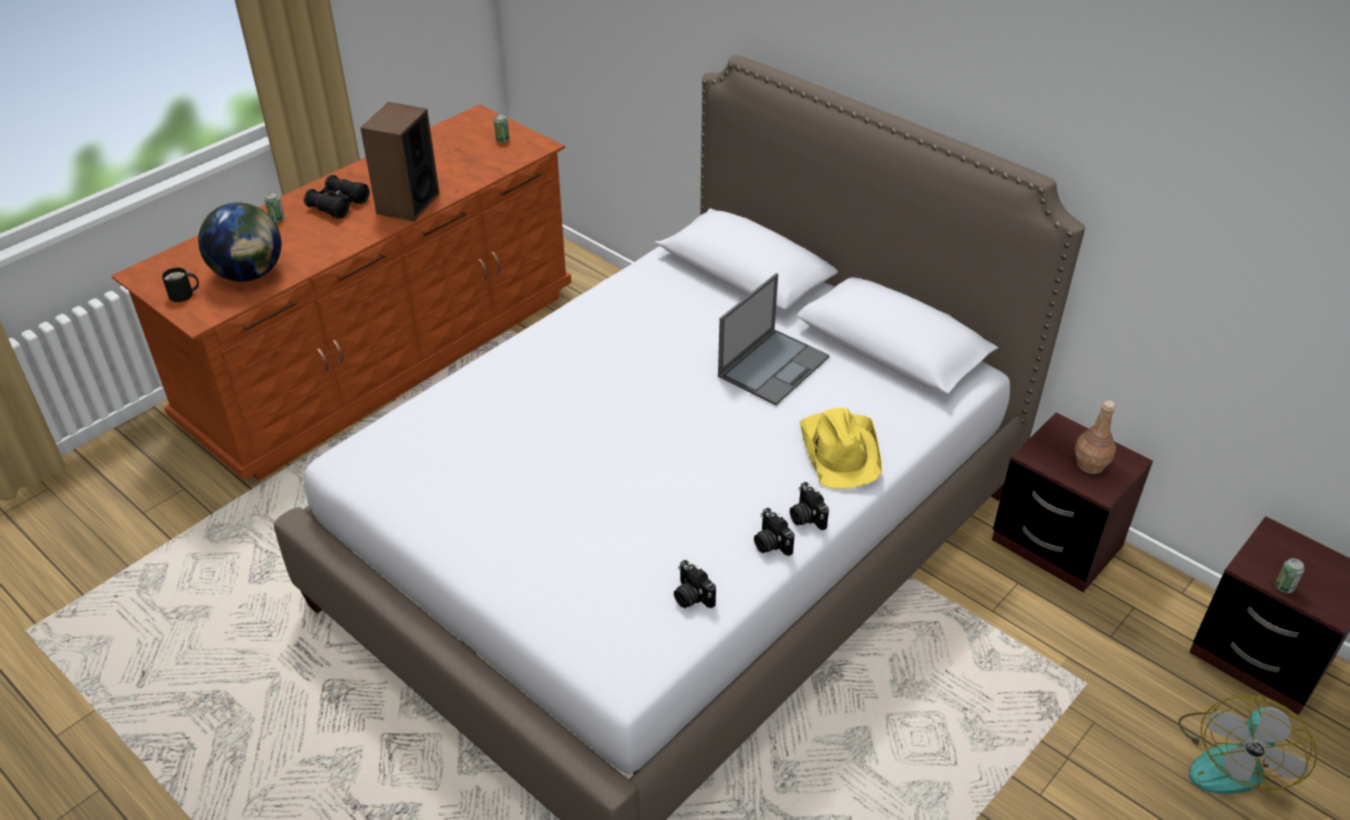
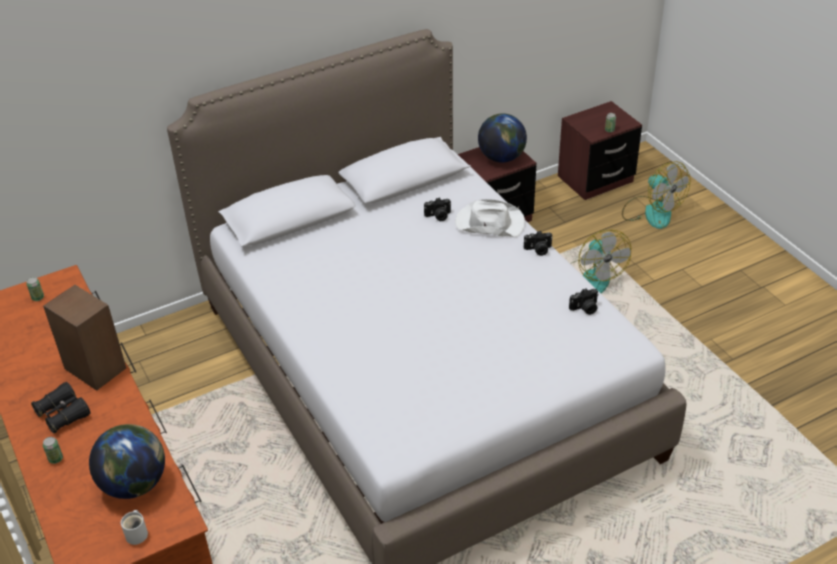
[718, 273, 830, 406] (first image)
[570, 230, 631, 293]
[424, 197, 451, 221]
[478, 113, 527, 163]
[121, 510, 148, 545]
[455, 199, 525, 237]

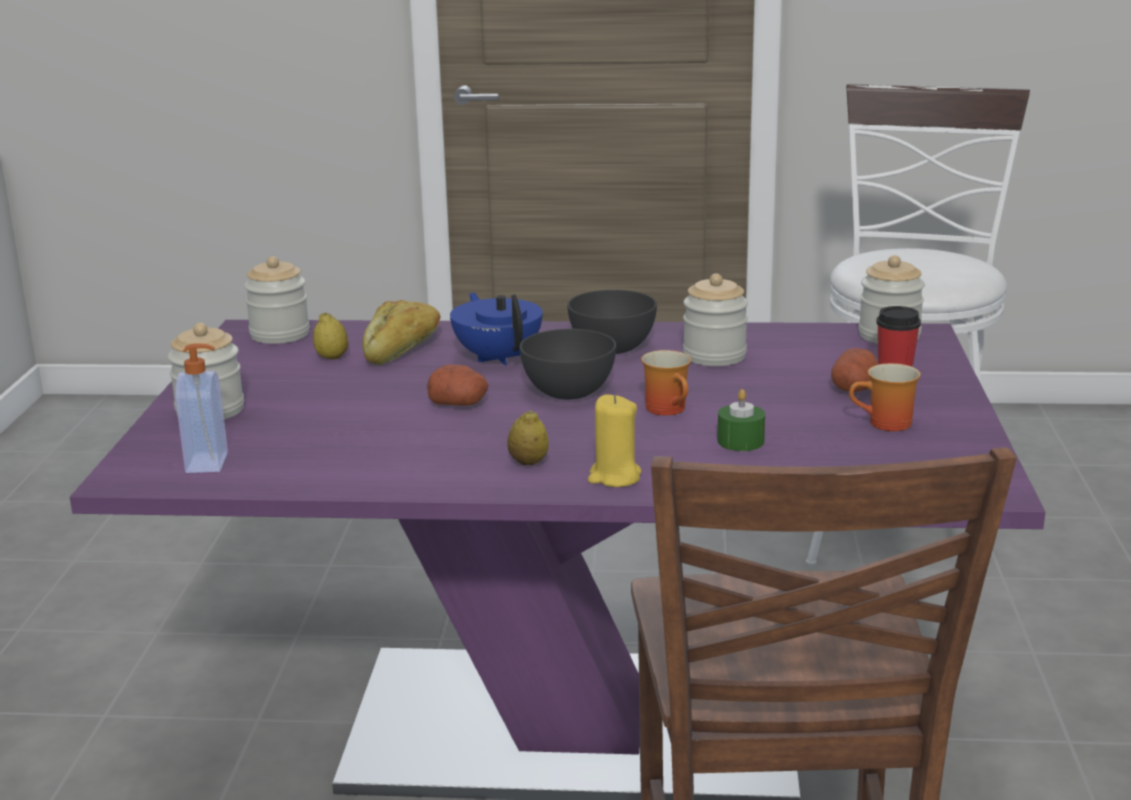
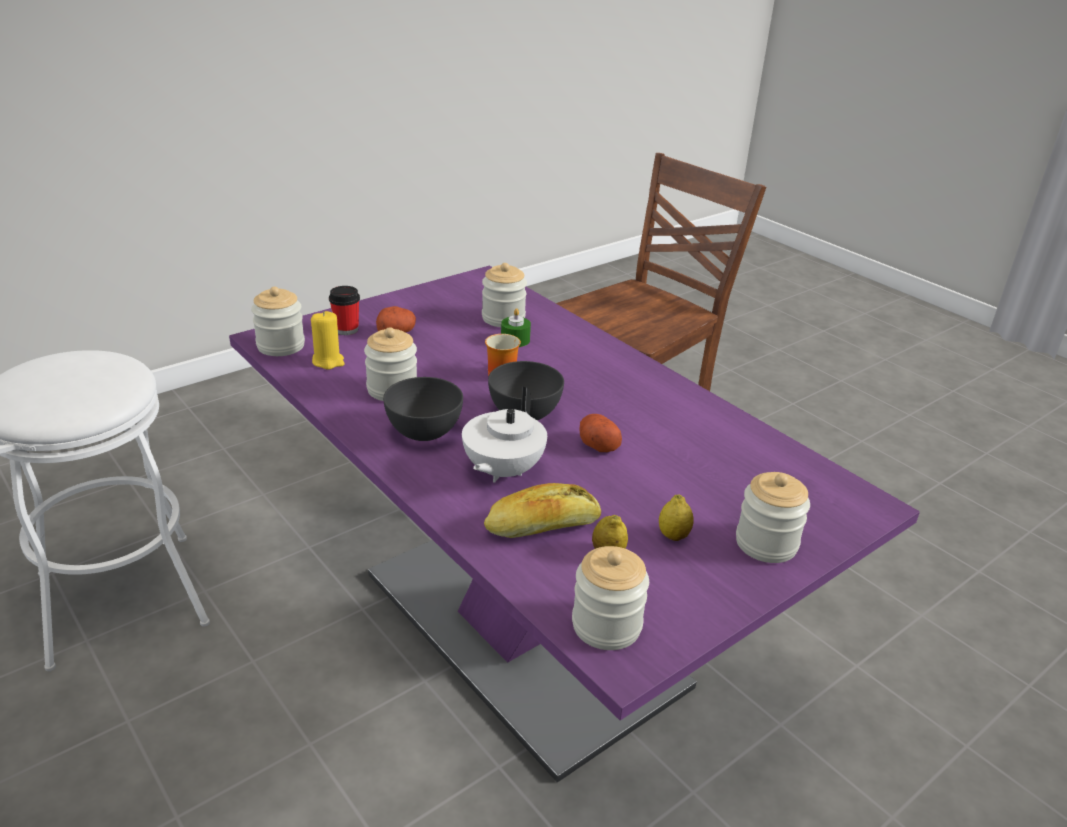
[175, 343, 228, 473] (first image)
[849, 363, 921, 431] (first image)
[482, 263, 527, 327]
[659, 494, 694, 541]
[311, 311, 345, 370]
[462, 387, 547, 483]

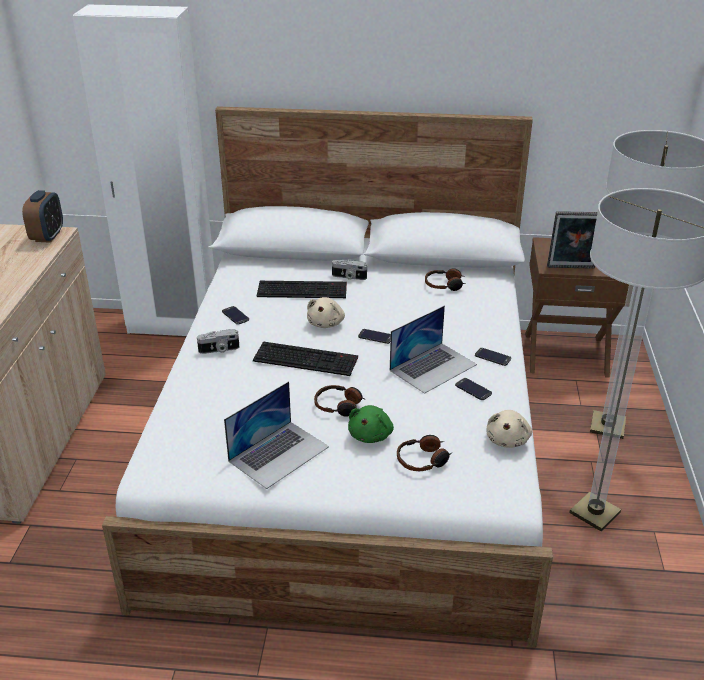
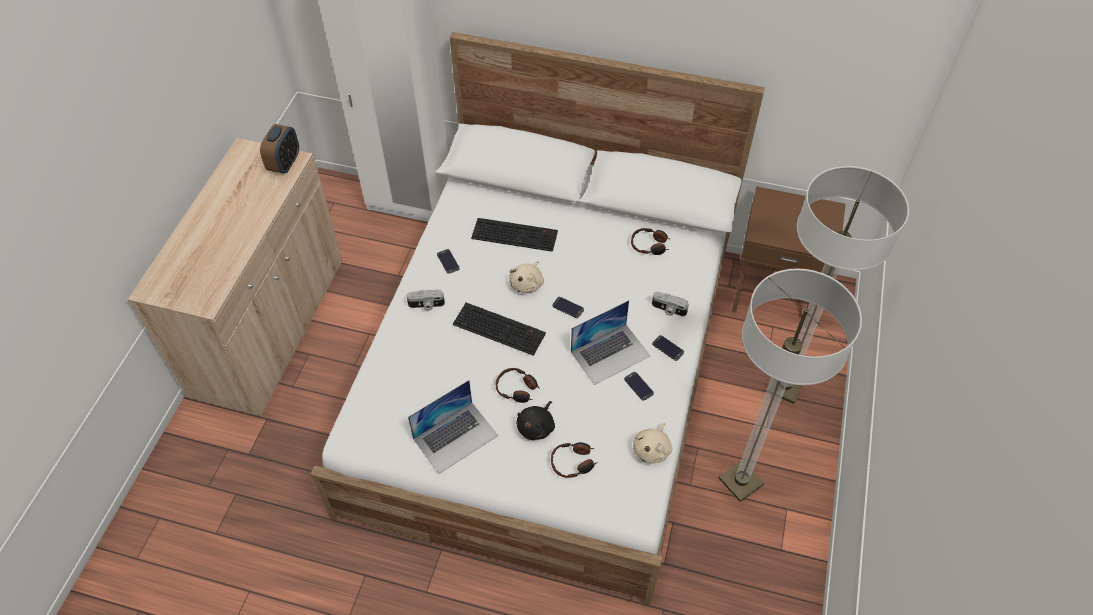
[547, 211, 598, 269] (first image)
[652, 292, 689, 316]
[516, 401, 555, 440]

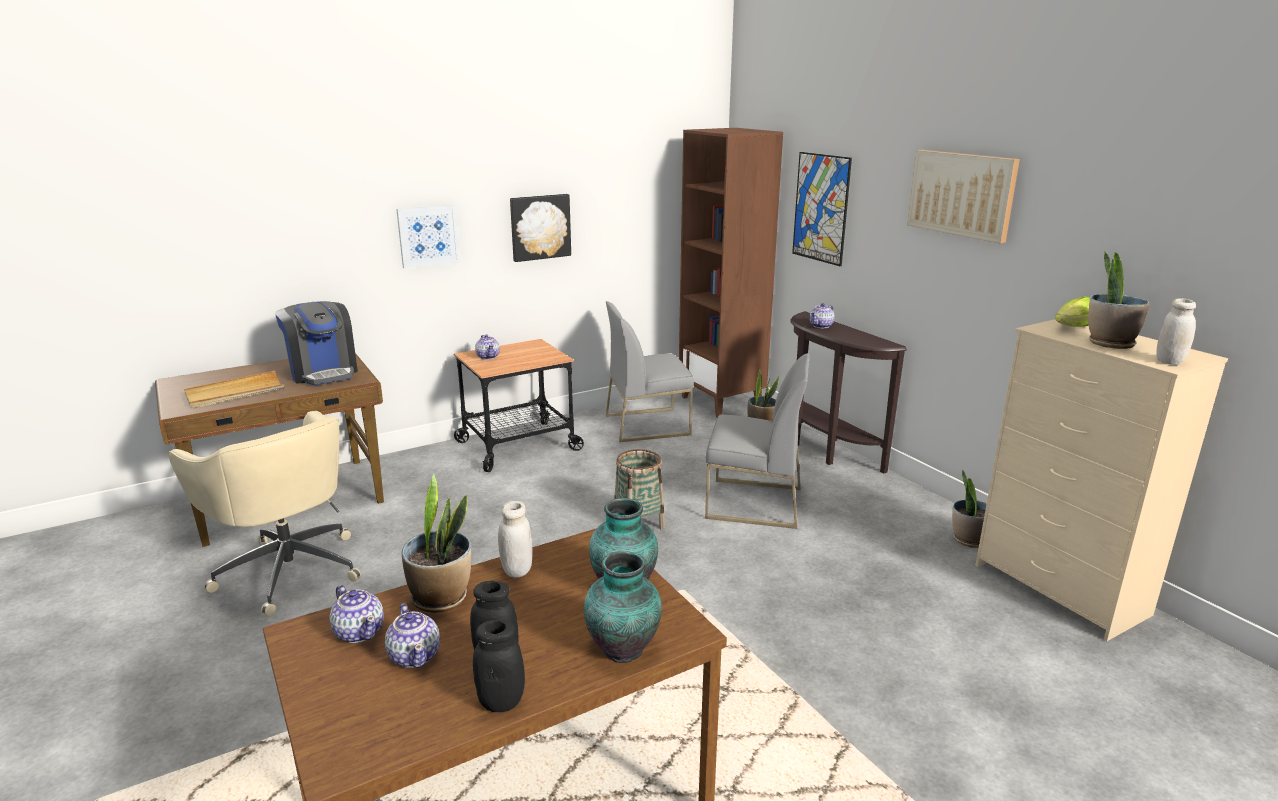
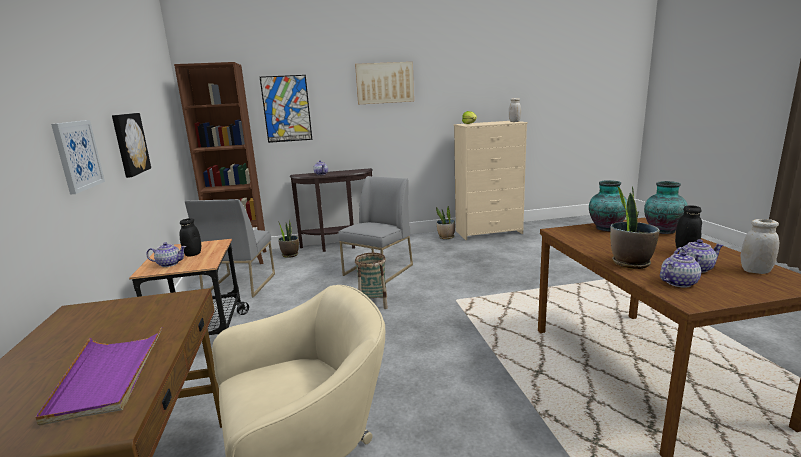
[275, 301, 358, 385] (first image)
[1088, 251, 1150, 349] (first image)
[179, 218, 201, 256]
[741, 219, 779, 274]
[35, 327, 162, 426]

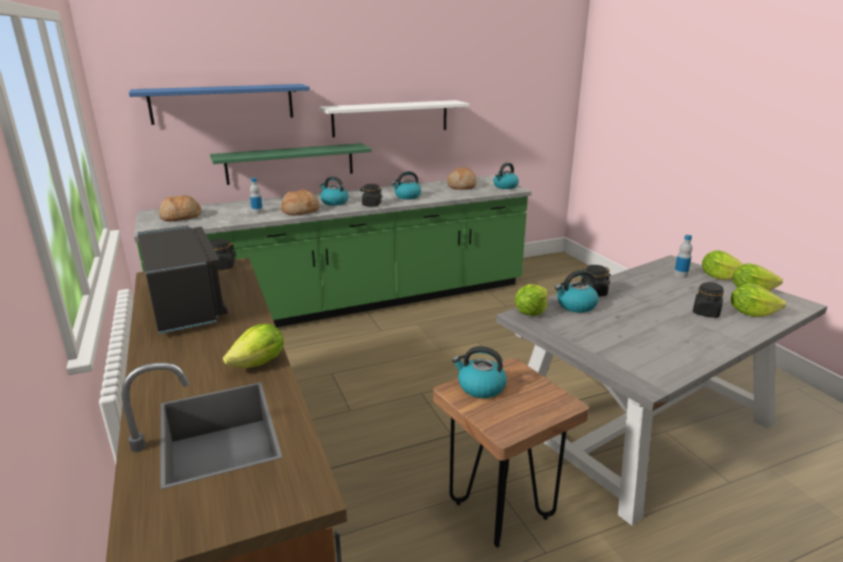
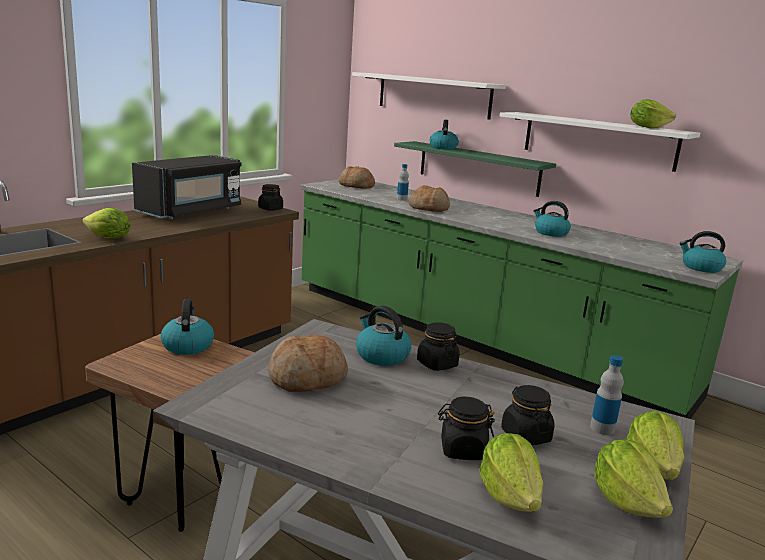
[429, 120, 459, 150]
[501, 385, 555, 445]
[268, 335, 348, 392]
[630, 99, 676, 129]
[352, 72, 506, 119]

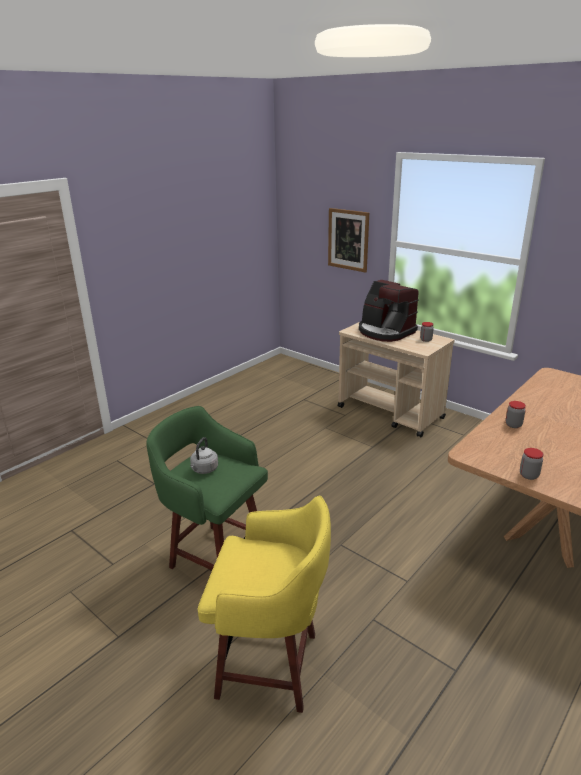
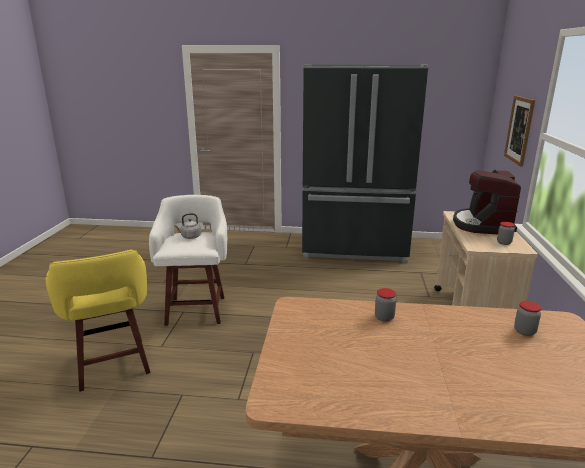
[302, 64, 429, 263]
[514, 301, 542, 336]
[149, 195, 227, 326]

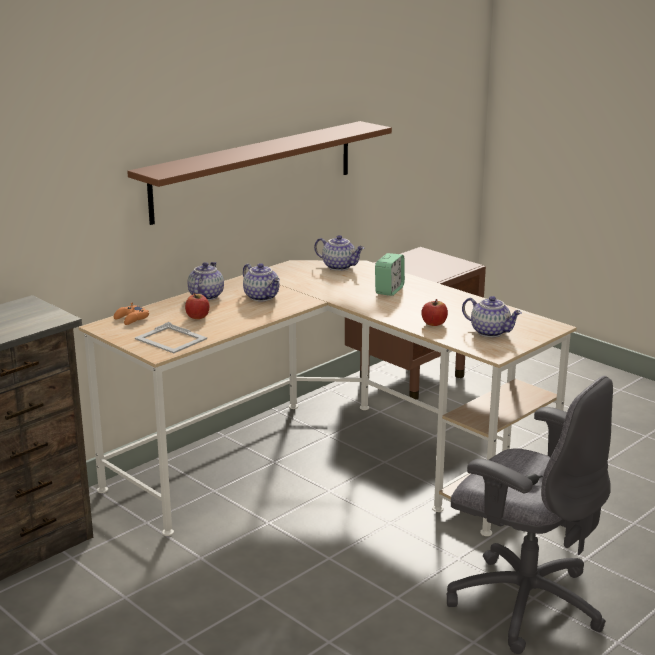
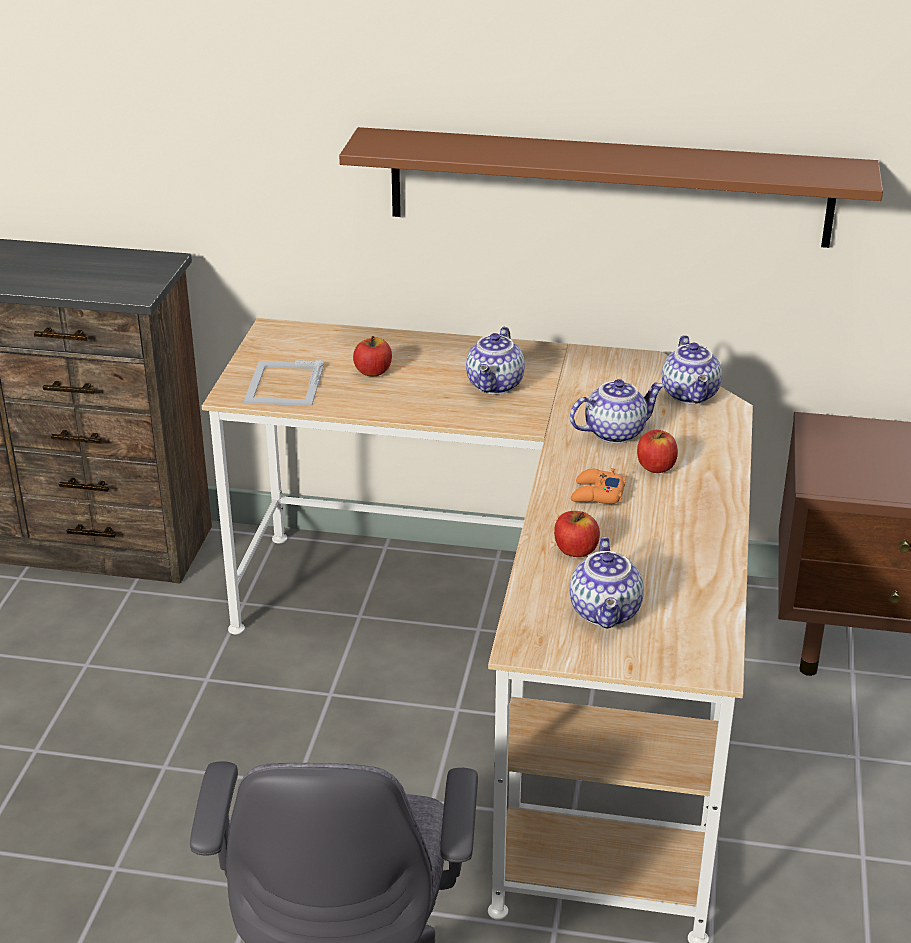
[571, 468, 625, 504]
[570, 379, 664, 444]
[637, 430, 678, 473]

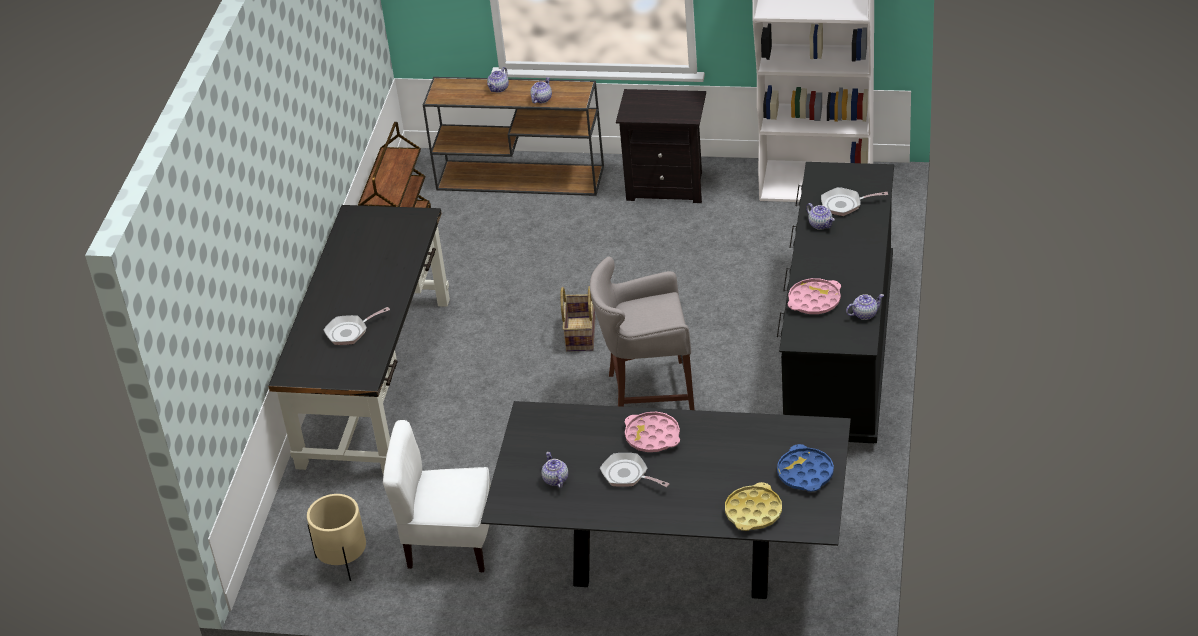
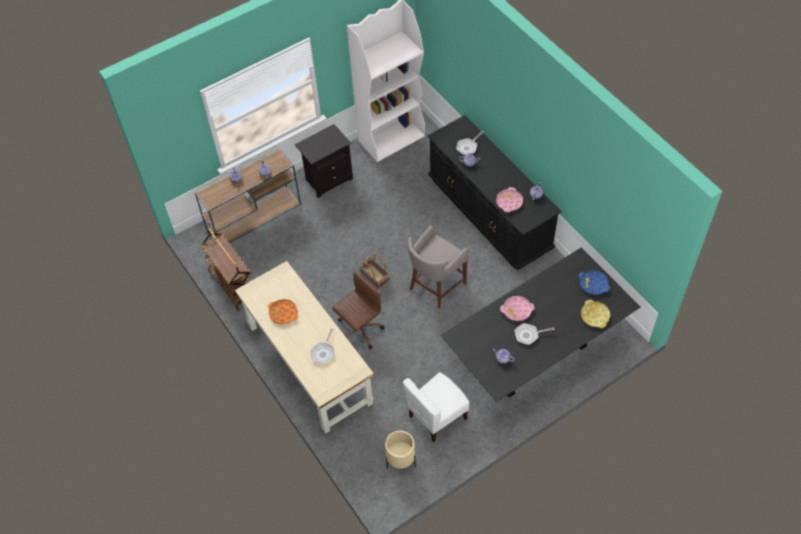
[268, 299, 298, 324]
[332, 271, 385, 349]
[235, 261, 374, 434]

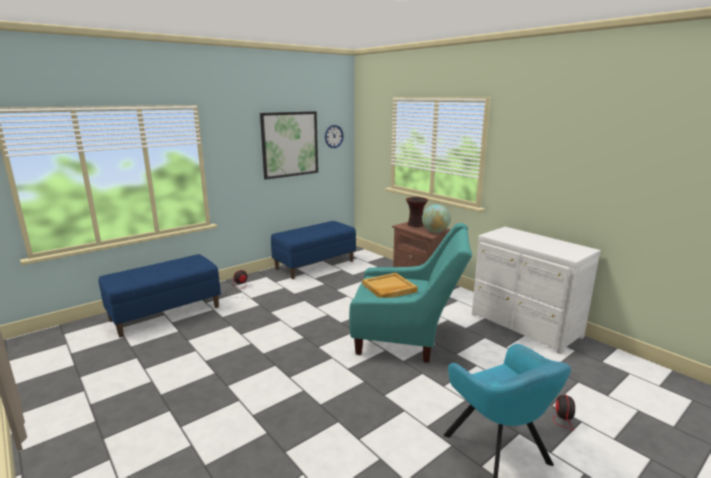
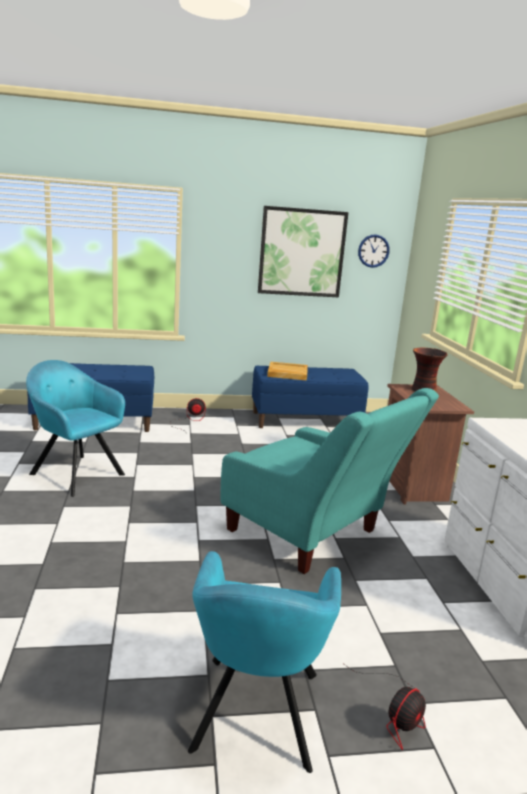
[422, 204, 451, 233] (first image)
[26, 360, 125, 497]
[267, 362, 308, 381]

